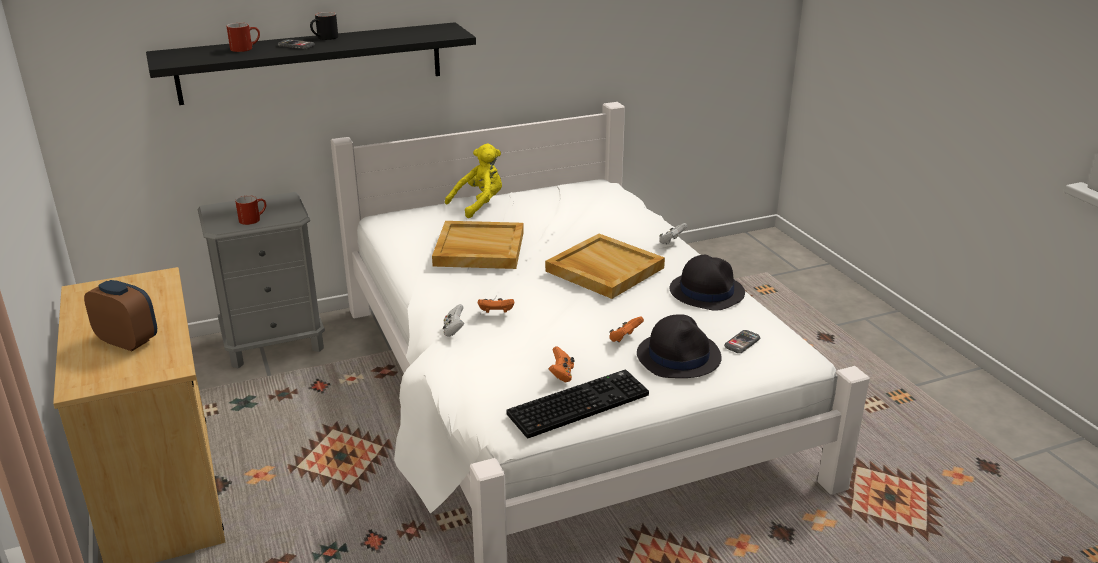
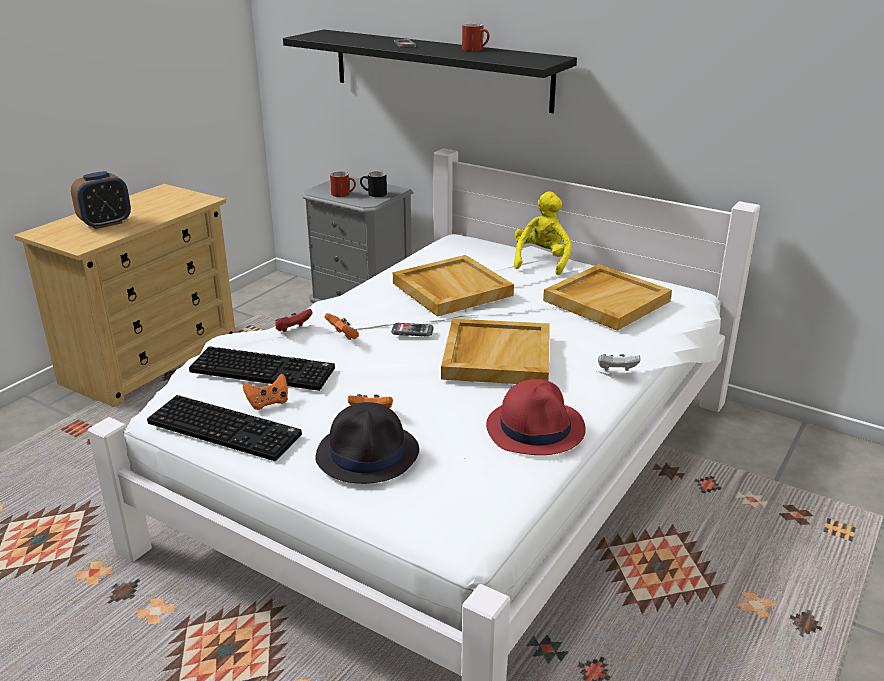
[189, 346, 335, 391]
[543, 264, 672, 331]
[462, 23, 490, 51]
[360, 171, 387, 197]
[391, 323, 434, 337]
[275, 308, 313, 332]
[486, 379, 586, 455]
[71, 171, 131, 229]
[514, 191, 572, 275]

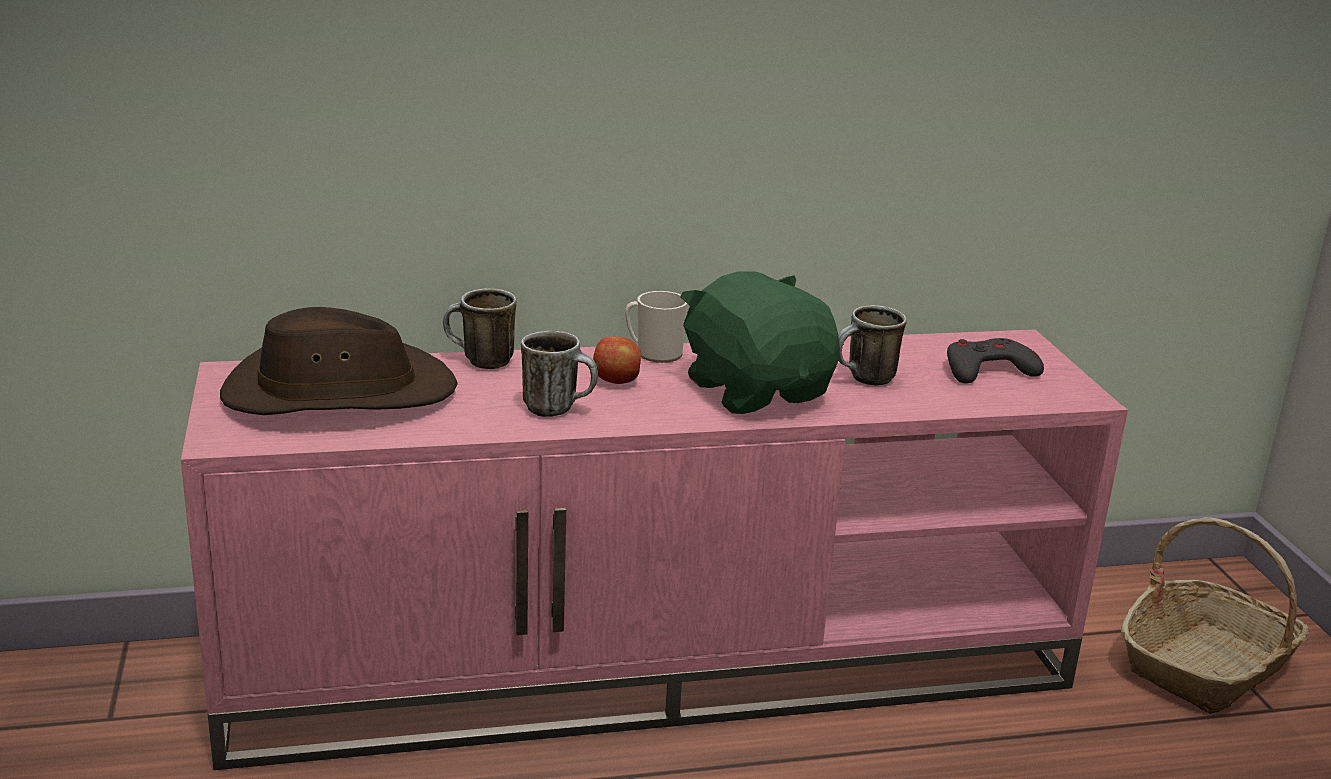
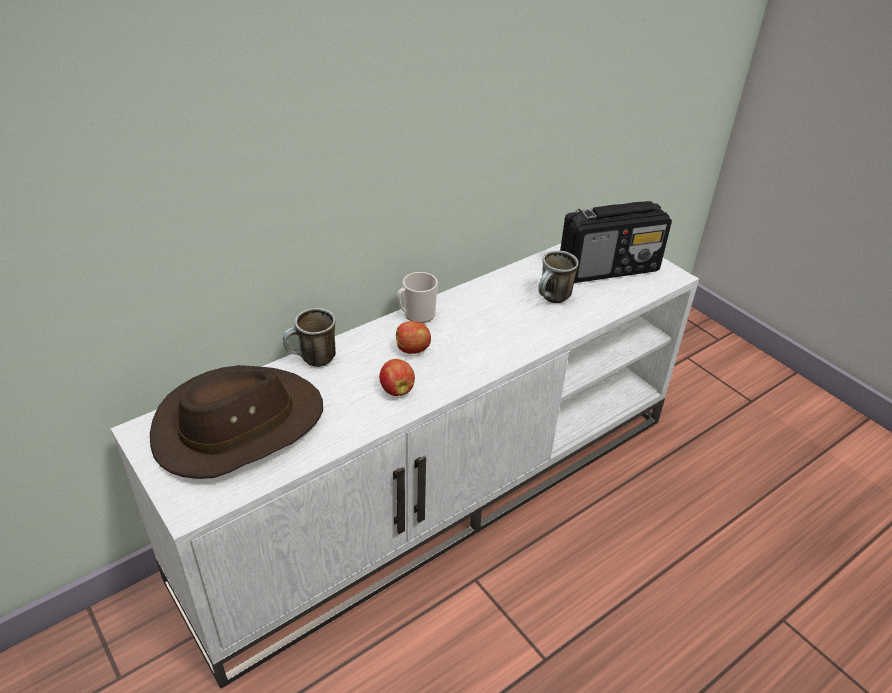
[680, 271, 840, 414] (first image)
[1121, 517, 1309, 714] (first image)
[379, 359, 415, 396]
[560, 201, 672, 283]
[111, 244, 699, 689]

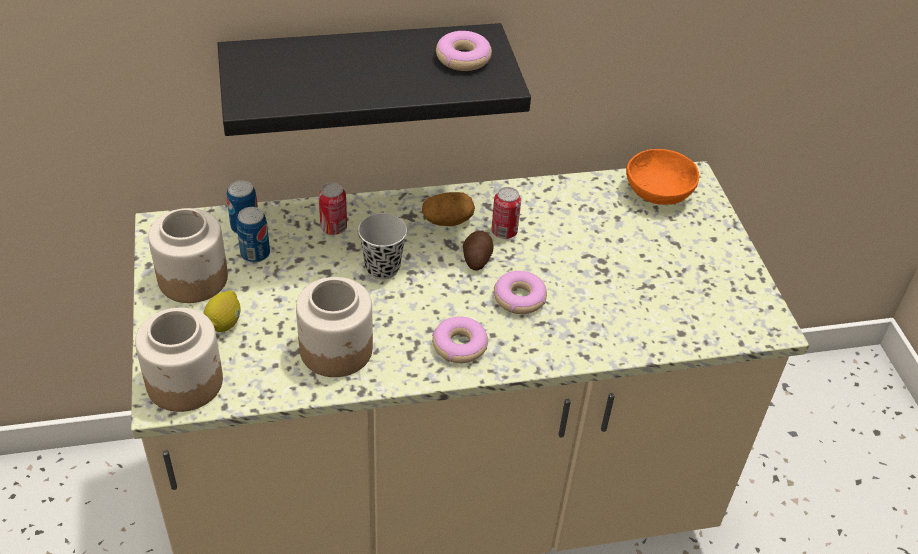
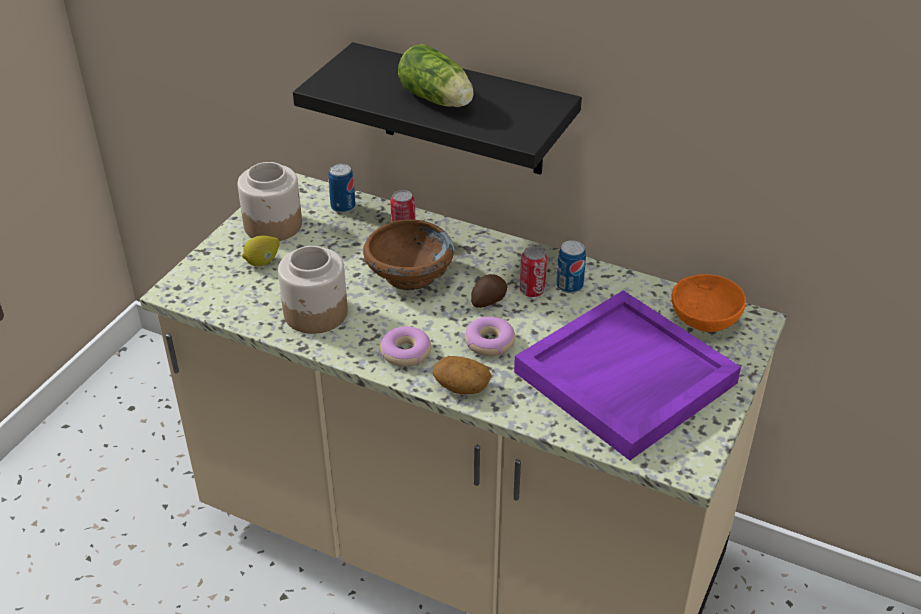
[135, 308, 223, 412] (first image)
[436, 31, 492, 71] (first image)
[398, 44, 473, 107]
[514, 290, 741, 461]
[556, 240, 586, 293]
[432, 356, 492, 394]
[363, 219, 454, 291]

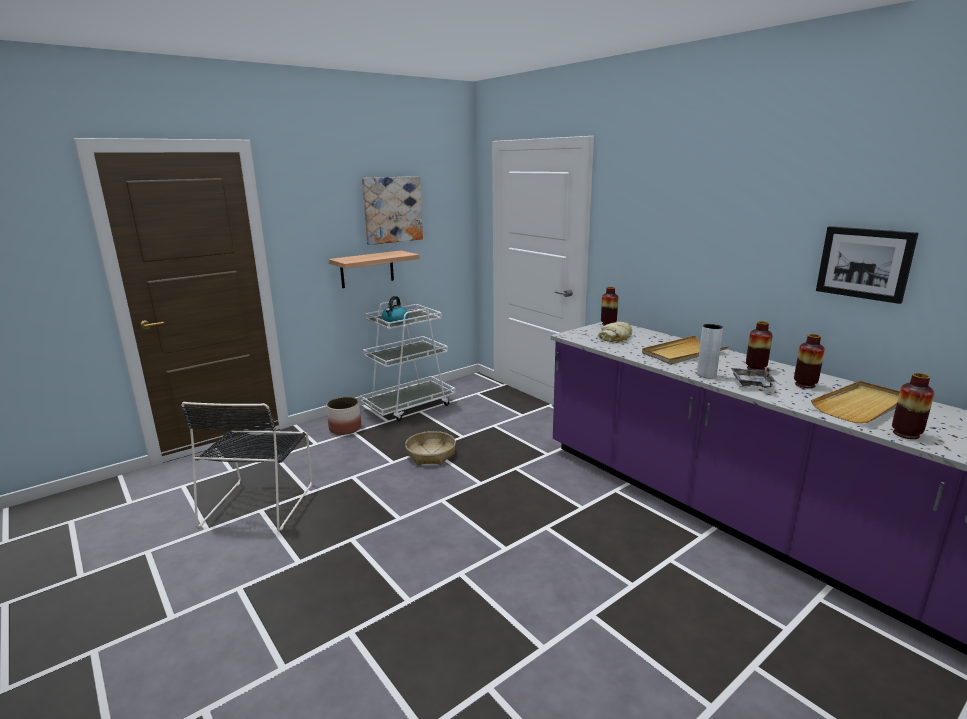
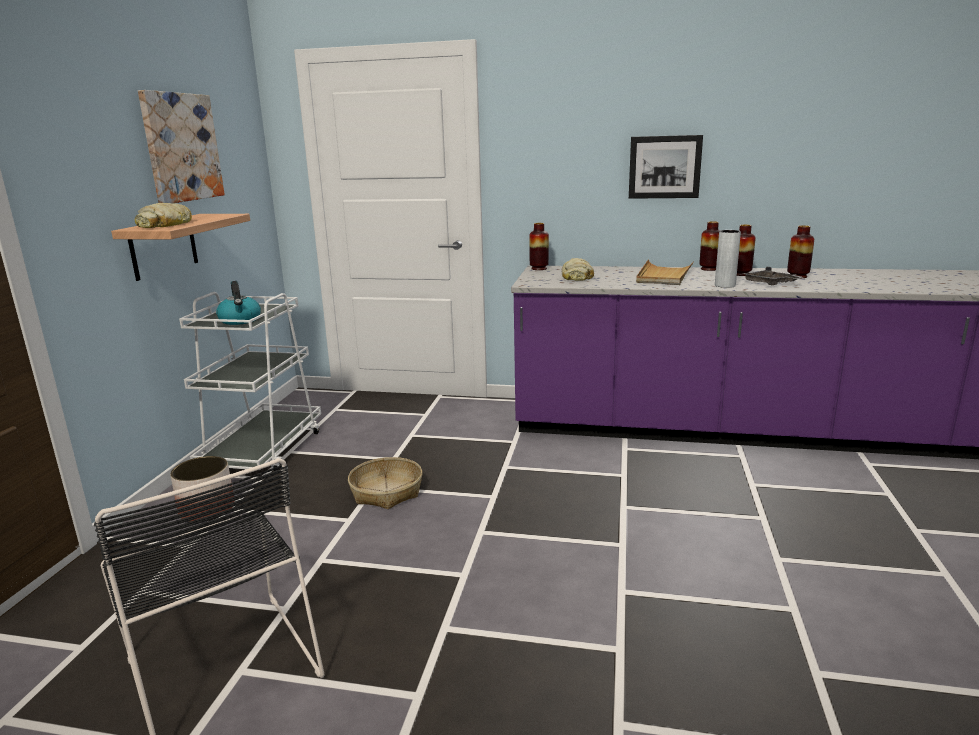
[811, 381, 900, 423] (first image)
[134, 203, 192, 228]
[629, 135, 703, 199]
[699, 221, 720, 271]

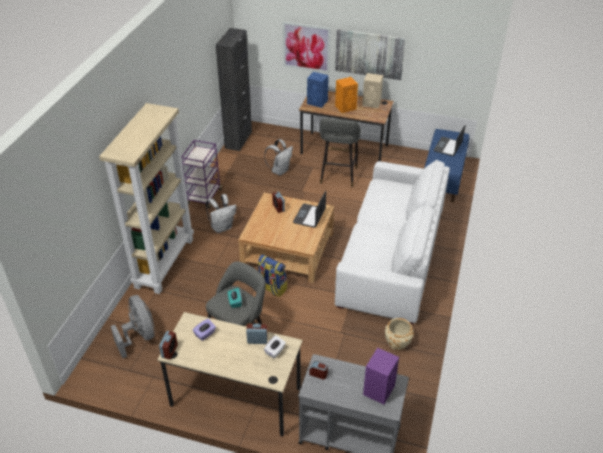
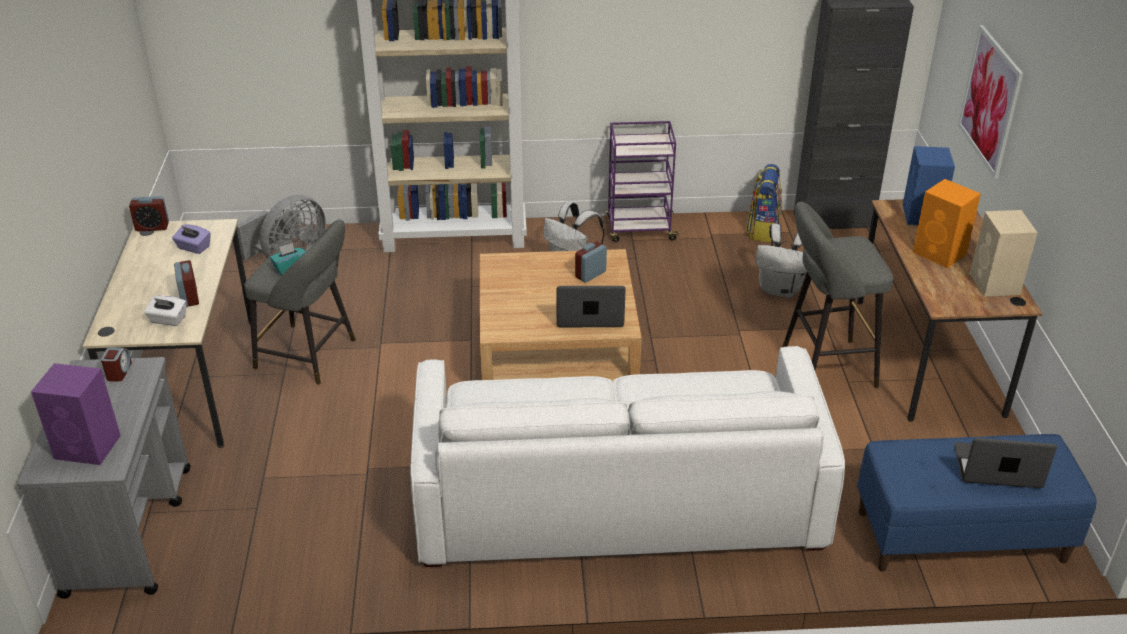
[335, 29, 406, 80] (first image)
[385, 318, 414, 350] (first image)
[746, 164, 782, 242]

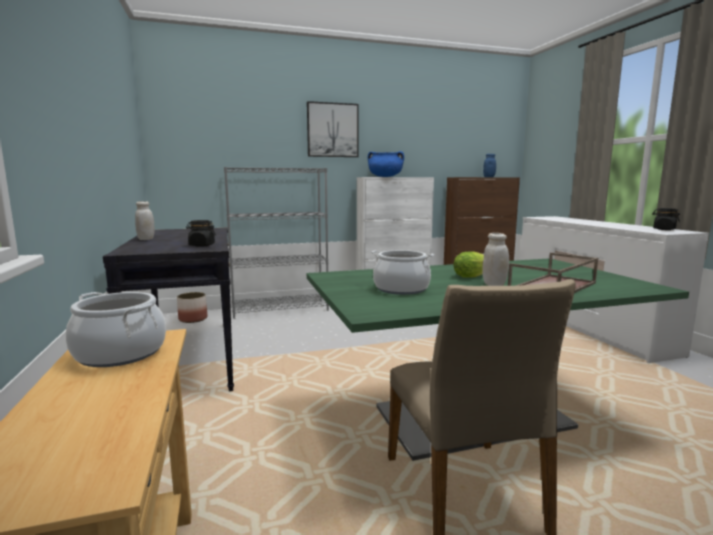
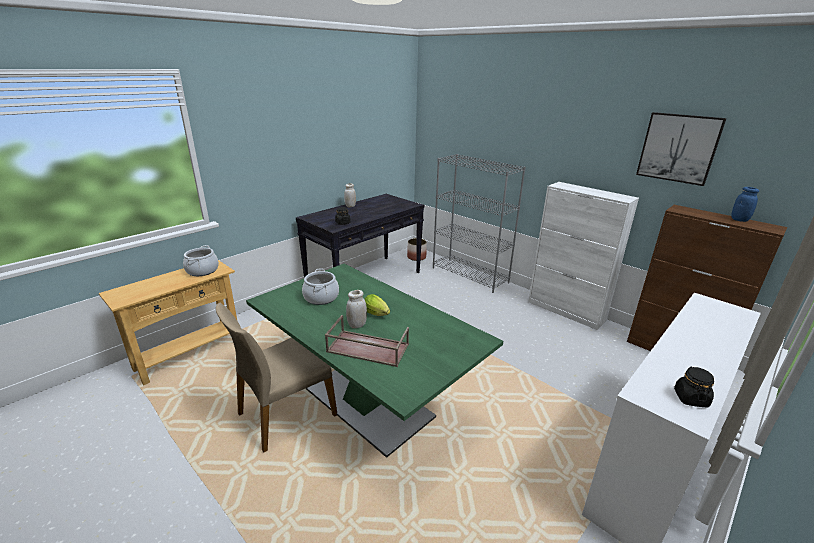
[368, 151, 404, 177] (first image)
[636, 112, 727, 186]

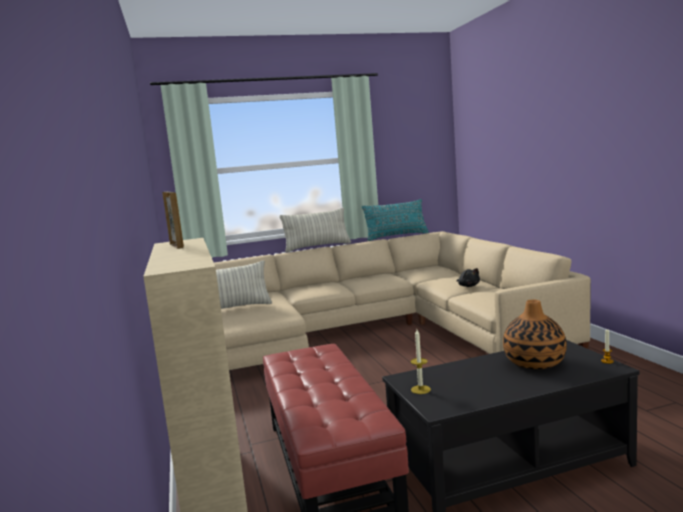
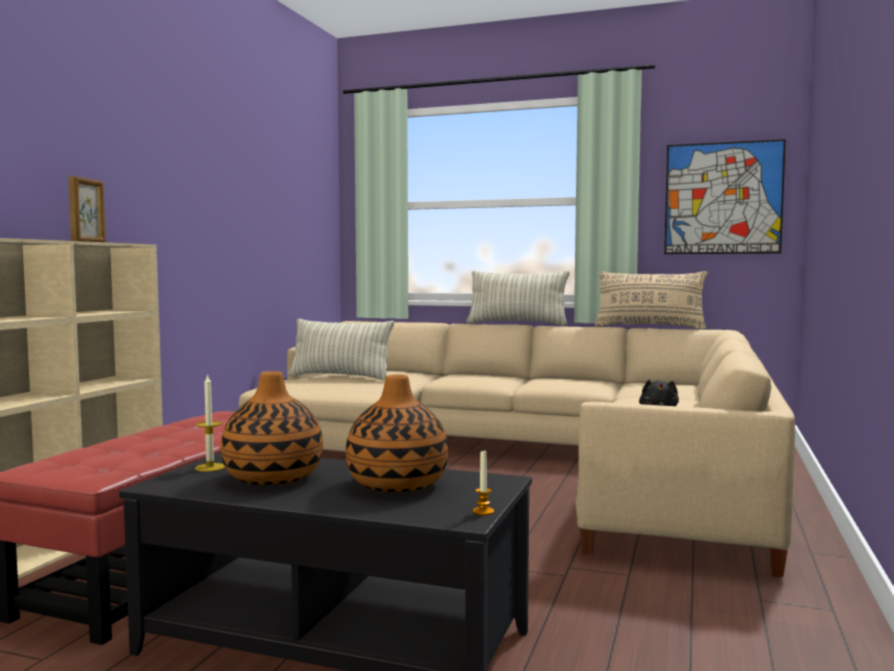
[221, 371, 323, 486]
[664, 139, 786, 254]
[595, 271, 708, 329]

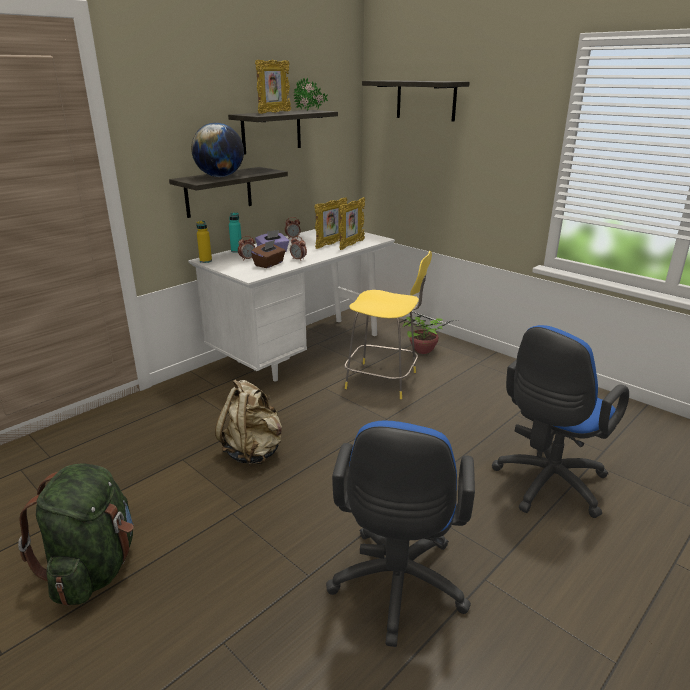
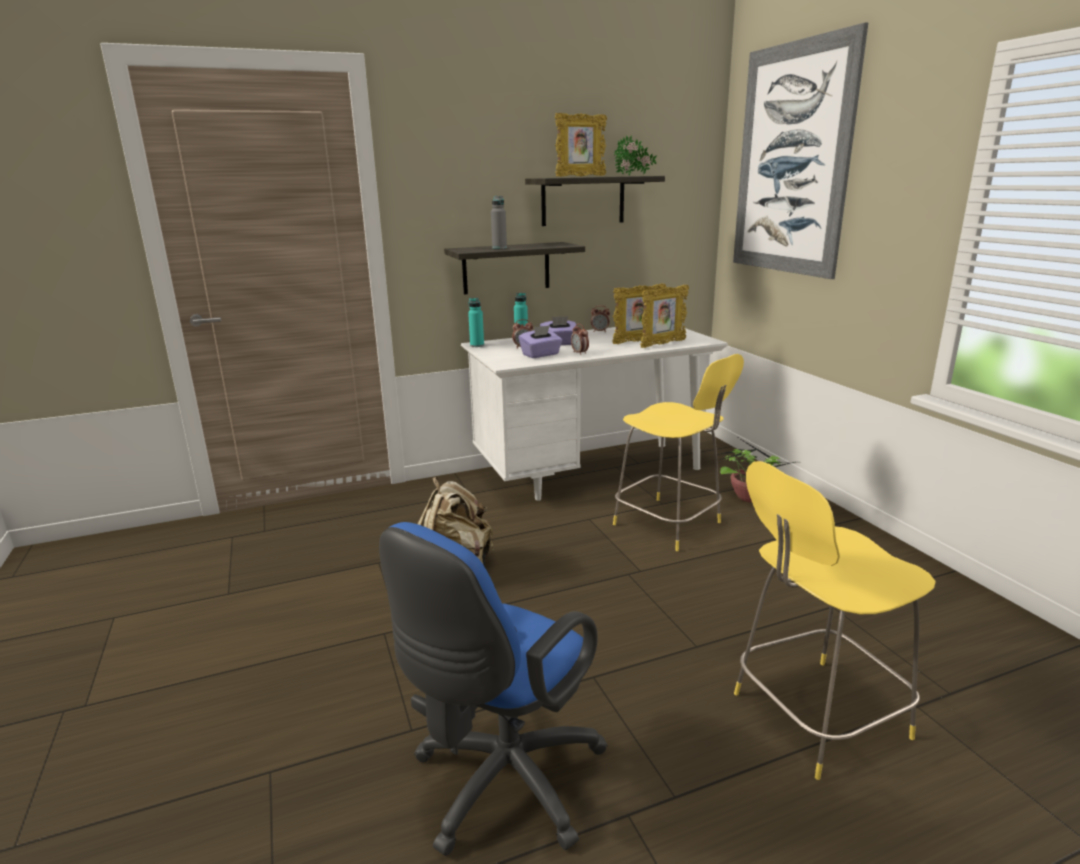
[18, 464, 134, 605] (first image)
[491, 196, 507, 249]
[733, 22, 868, 279]
[734, 461, 936, 780]
[468, 298, 484, 347]
[518, 325, 562, 358]

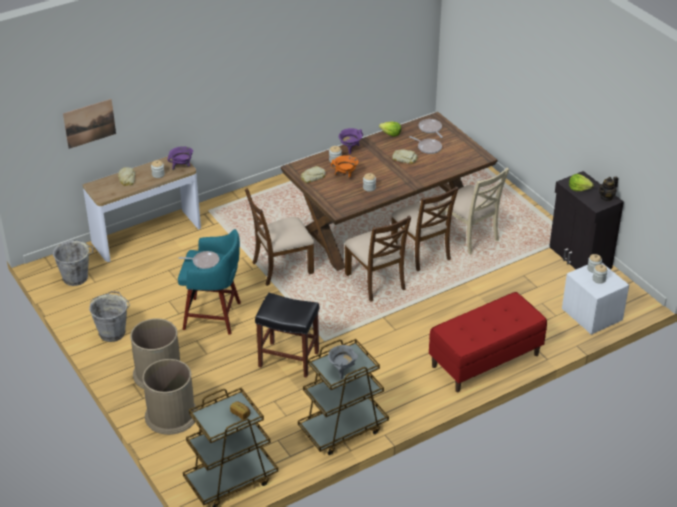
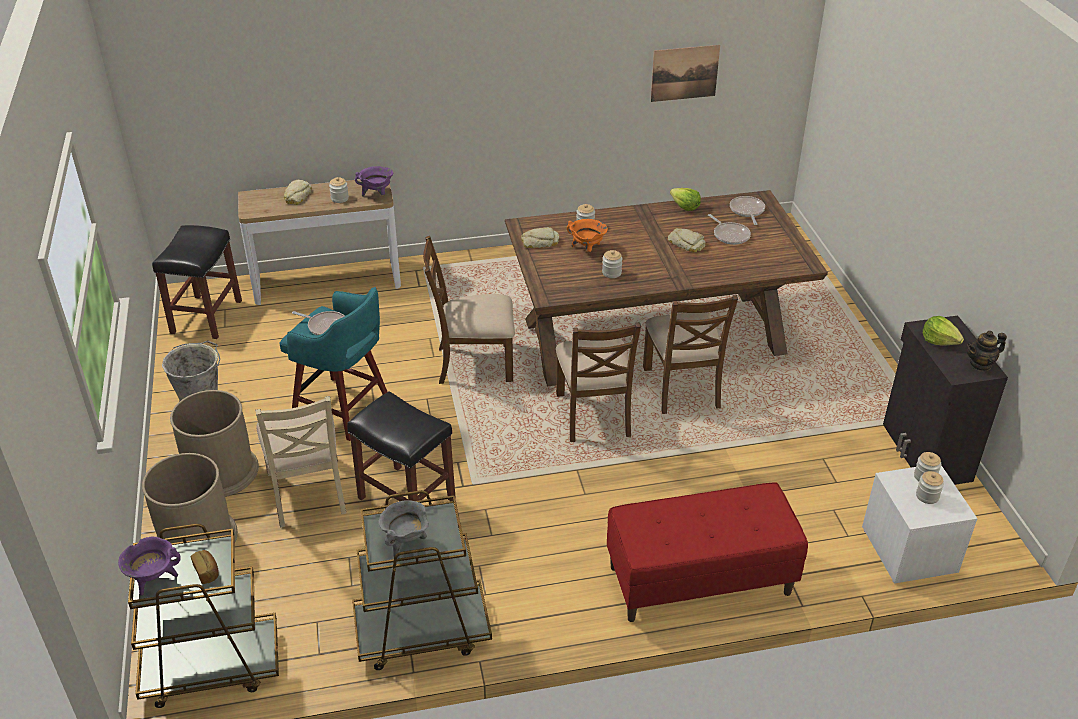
[651, 45, 720, 102]
[118, 537, 181, 596]
[255, 396, 347, 527]
[152, 225, 242, 339]

